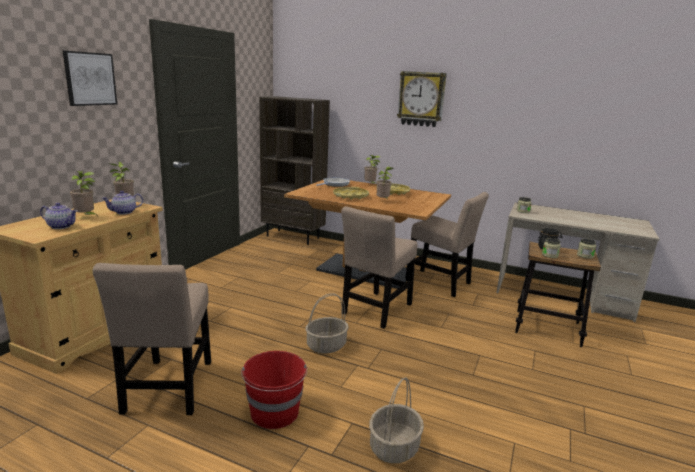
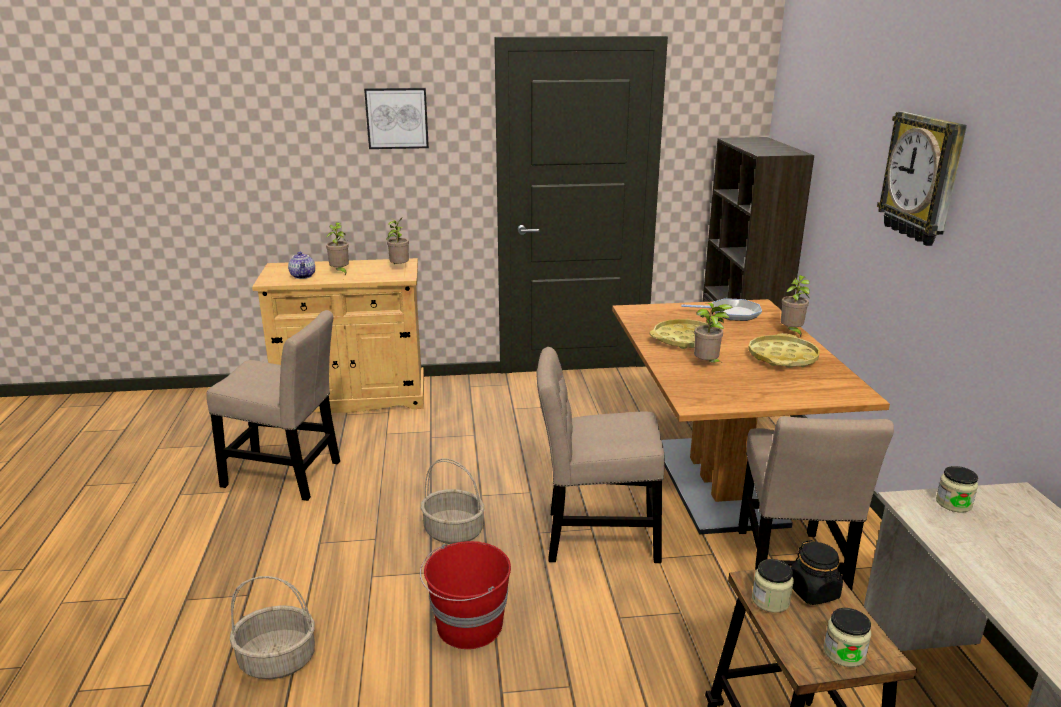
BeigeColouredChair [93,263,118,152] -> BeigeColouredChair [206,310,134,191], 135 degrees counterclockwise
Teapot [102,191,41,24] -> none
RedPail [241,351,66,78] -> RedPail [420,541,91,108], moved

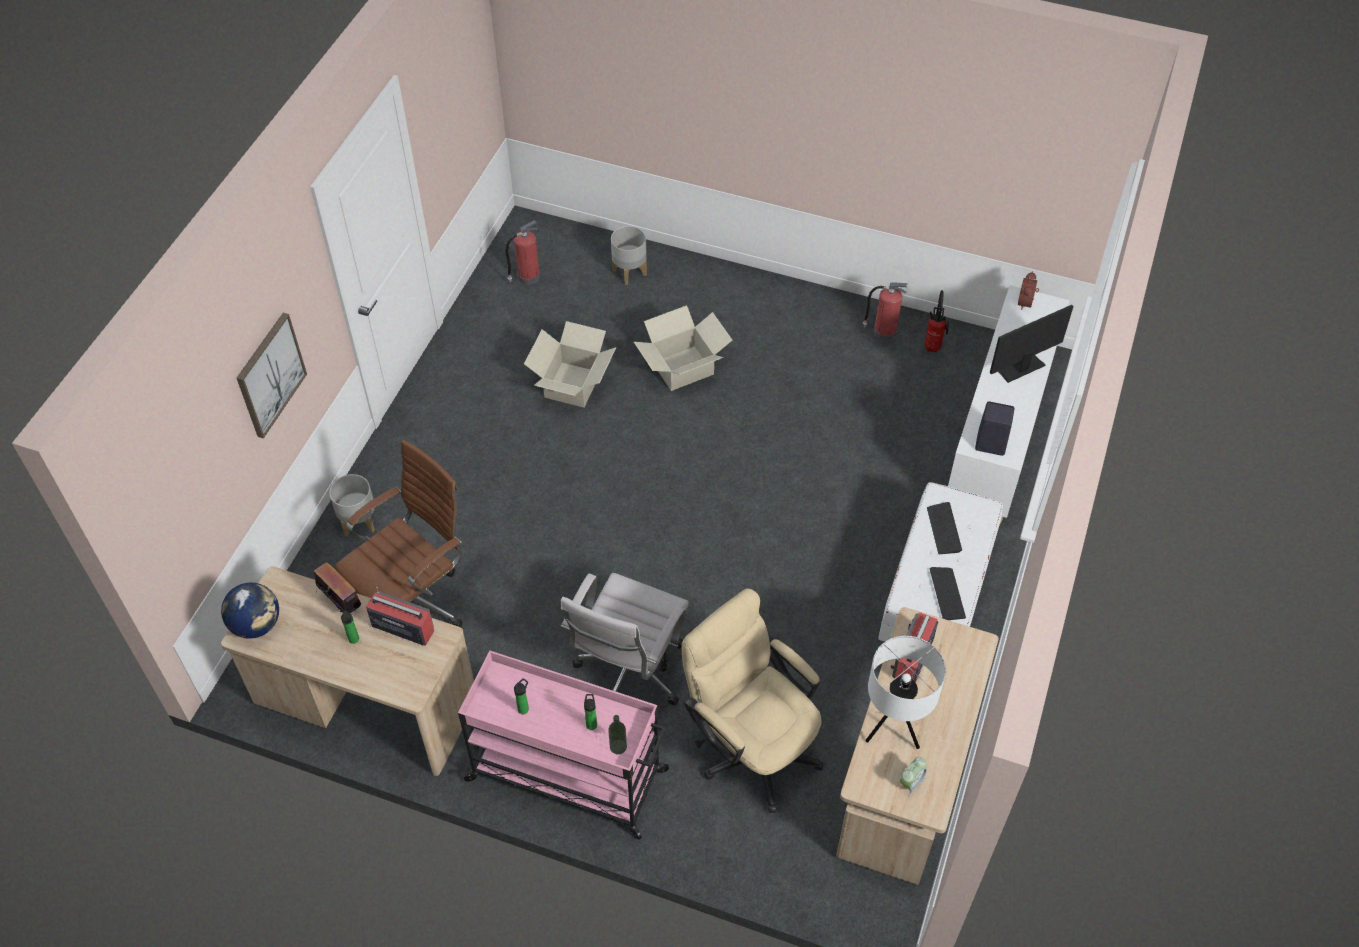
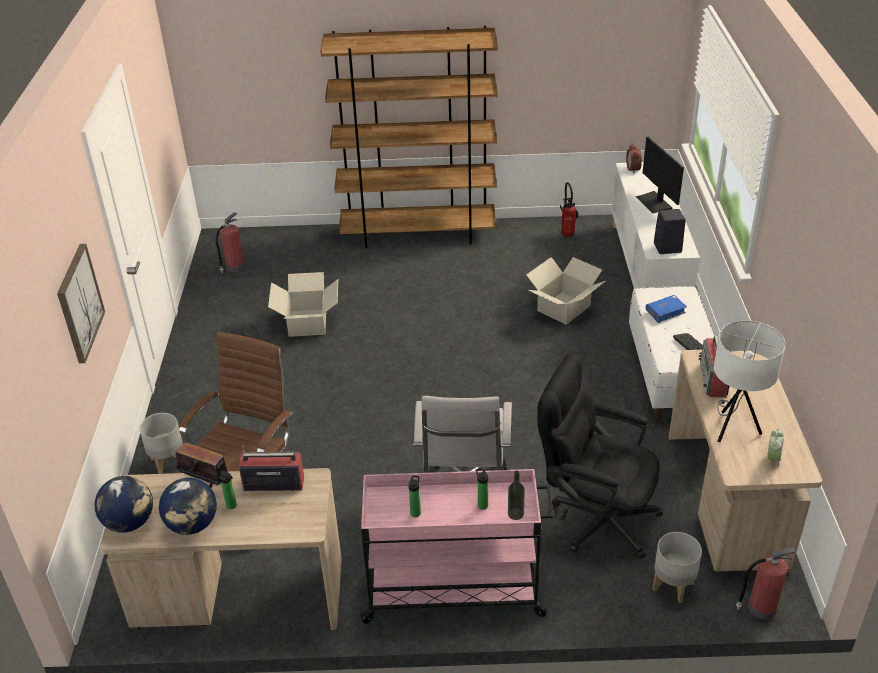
GreyishPlantPot [611,226,36,59] -> GreyishPlantPot [653,532,49,72], moved
CardboardBox [634,305,98,86] -> CardboardBox [526,257,79,68], moved
BeigeColouredComputerChair [682,588,141,225] -> BlackComputerChair [537,353,126,206]
FireExtinguisher [863,283,44,58] -> FireExtinguisher [736,547,59,73], moved
PcKeyboard [927,502,35,52] -> BluishBoundBook [646,295,41,28]
ComputerScreen [990,305,84,78] -> ComputerScreen [635,137,49,76], 60 degrees counterclockwise
none -> DeskGlobe [159,478,58,57]
none -> BrownColouredBookcase [320,26,178,222]

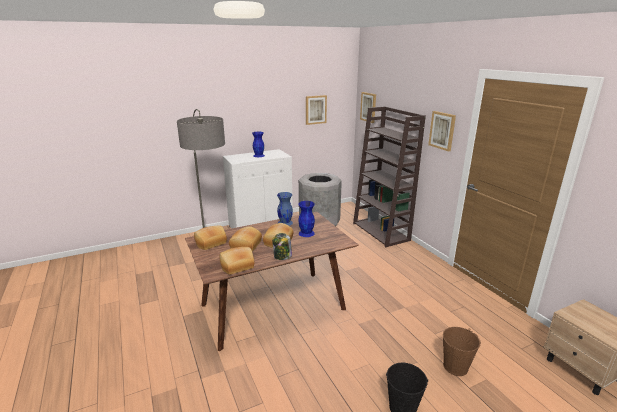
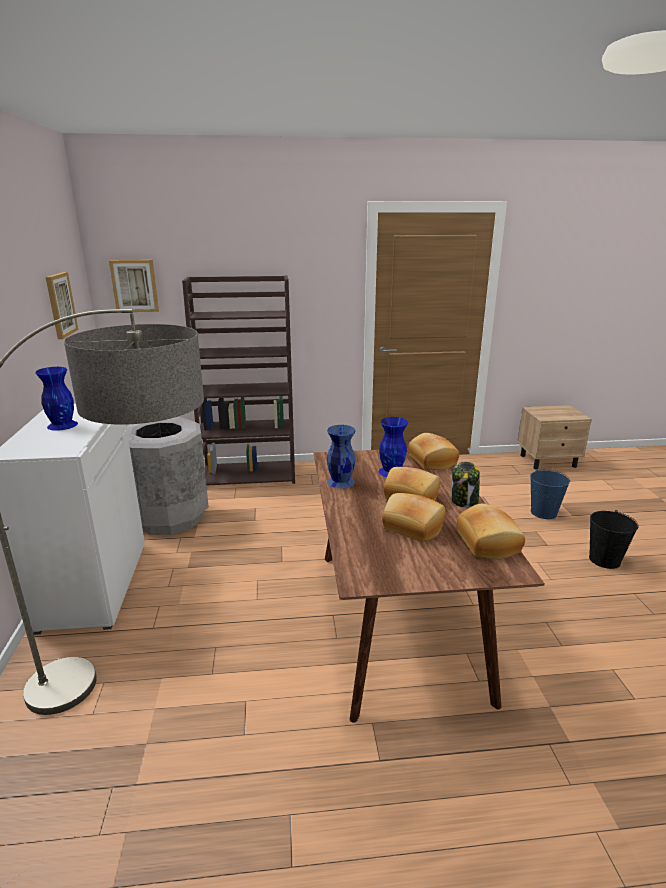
BakeryBread [194,226,33,24] -> BakeryBread [408,433,51,37], moved
Picture [428,111,28,40] -> none
BrownColouredPail [443,327,38,49] -> BluishPail [530,469,40,50]

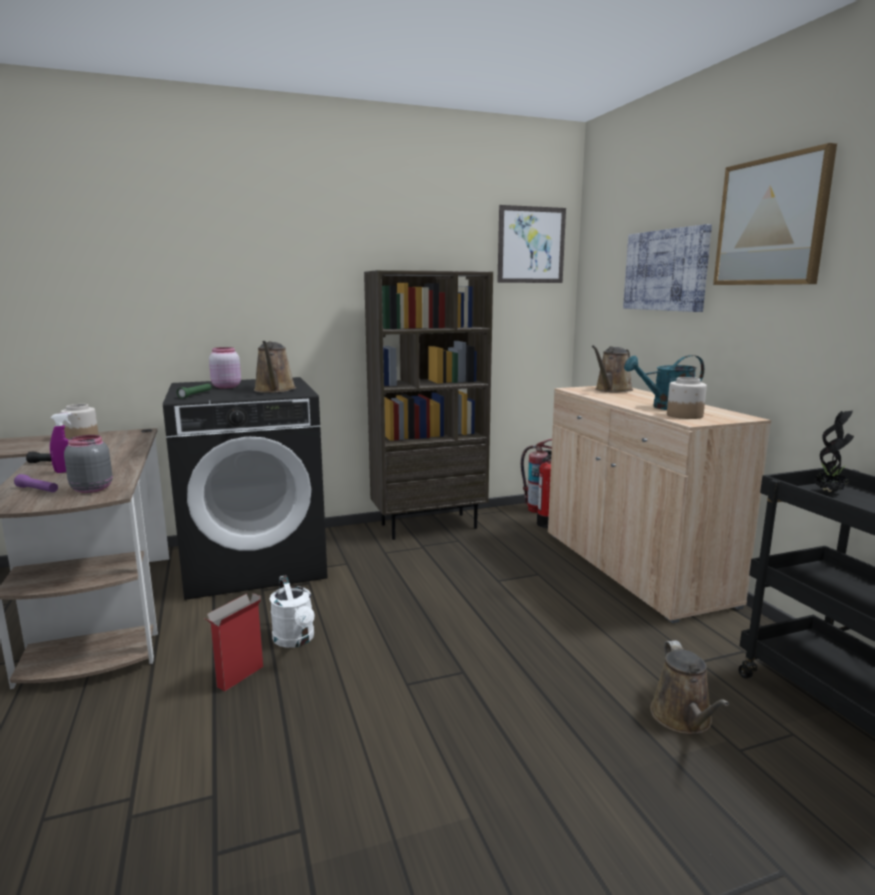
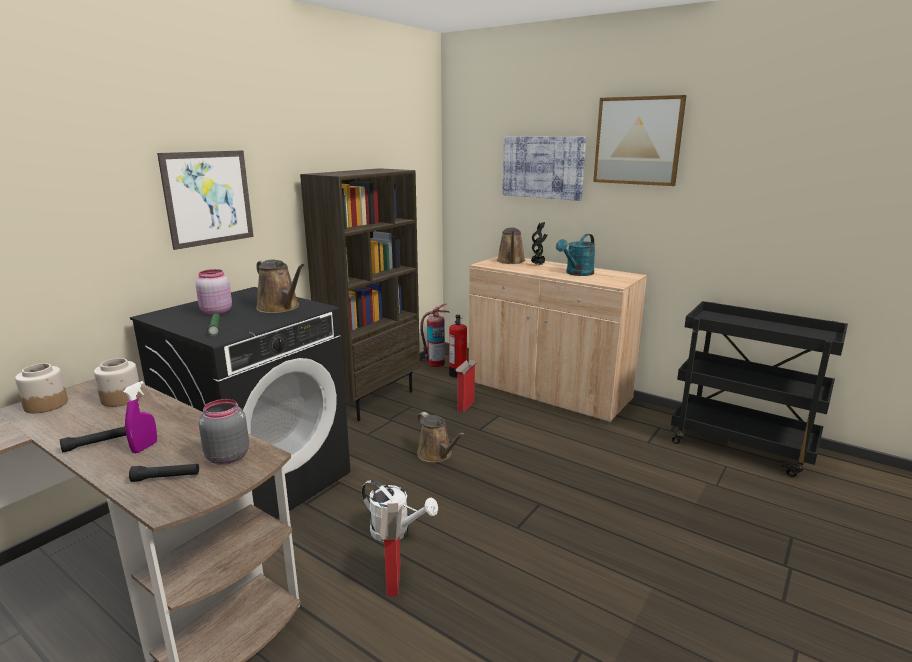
PurplishFlashlight [14,474,44,18] -> BlackFlashlight [129,464,70,18]
Picture [497,205,69,78] -> Picture [157,150,97,100], moved
BrownColouredWateringPot [650,640,79,94] -> BrownColouredWateringPot [417,412,48,51], moved
PreserveJar [667,377,40,42] -> PreserveJar [94,358,48,49], moved
PottedPlant [813,411,41,82] -> PottedPlant [531,222,17,44], moved
none -> CardboardBox [455,360,22,52]

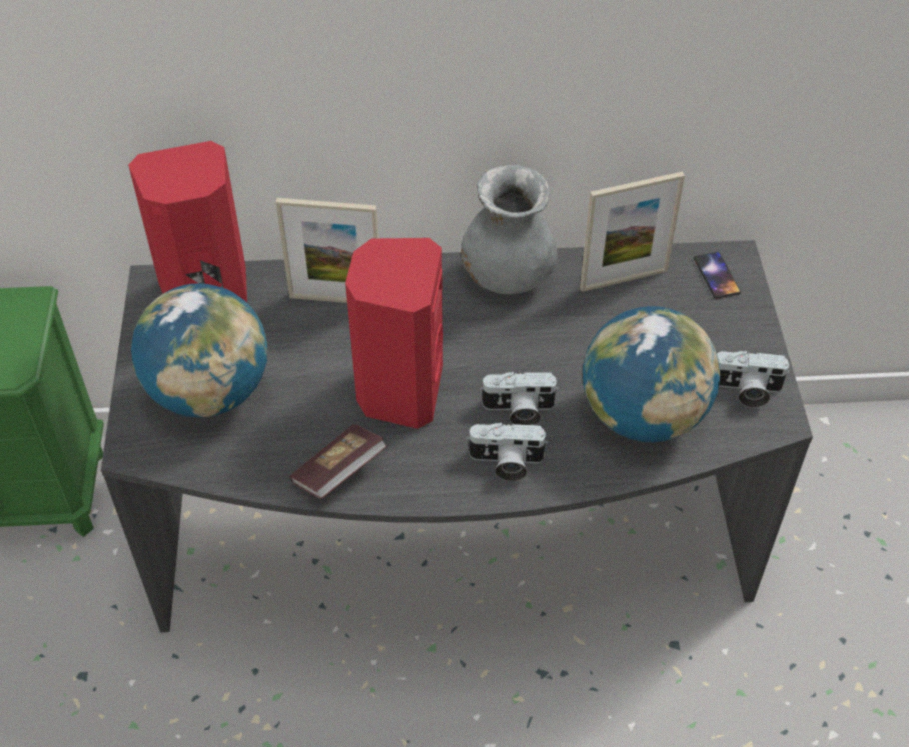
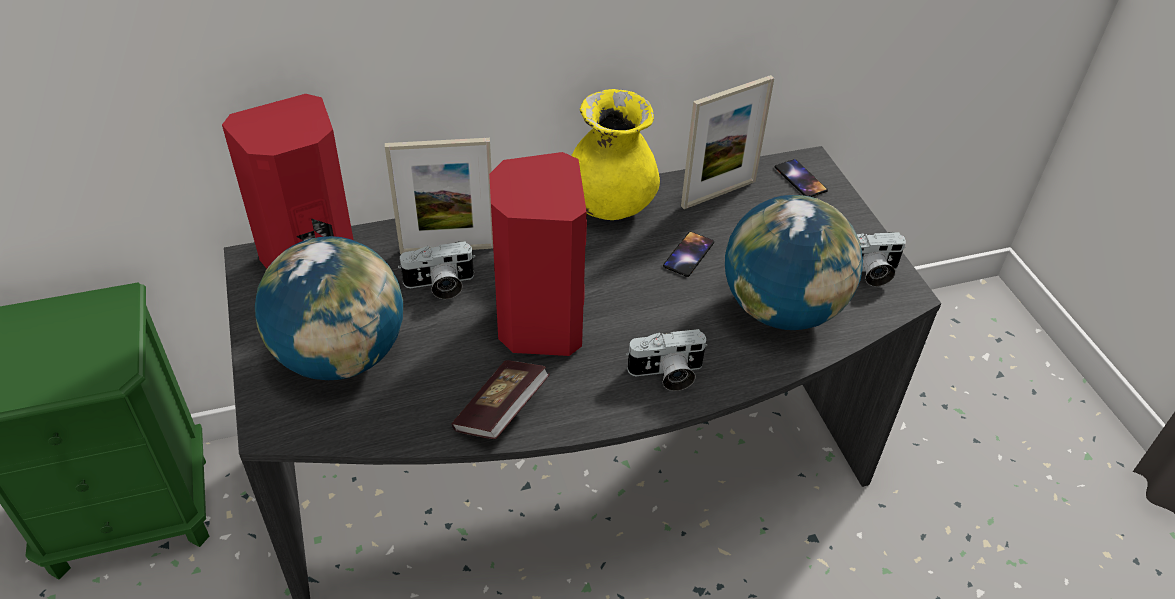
GreyishFlowerVase [461,165,97,129] -> YellowishFlowerVase [571,89,89,131]
PhotoCamera [480,371,79,54] -> PhotoCamera [398,241,77,58], moved
none -> Telephone [663,231,51,46]

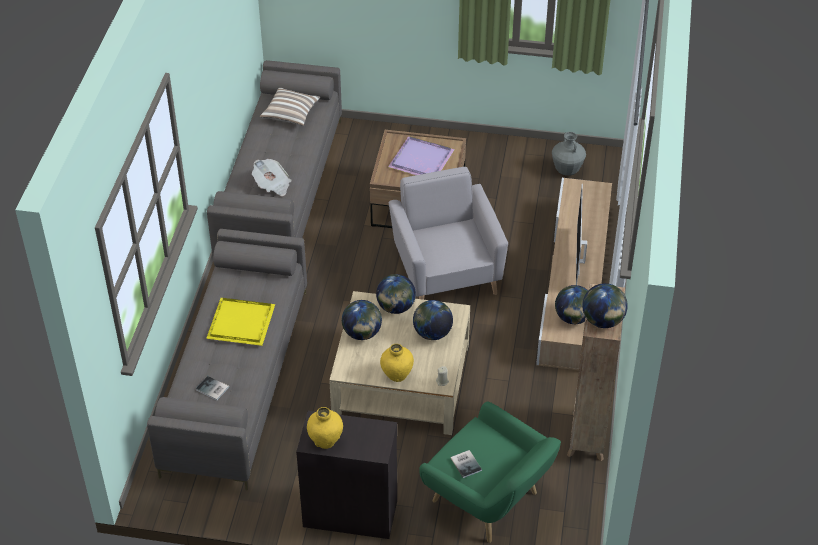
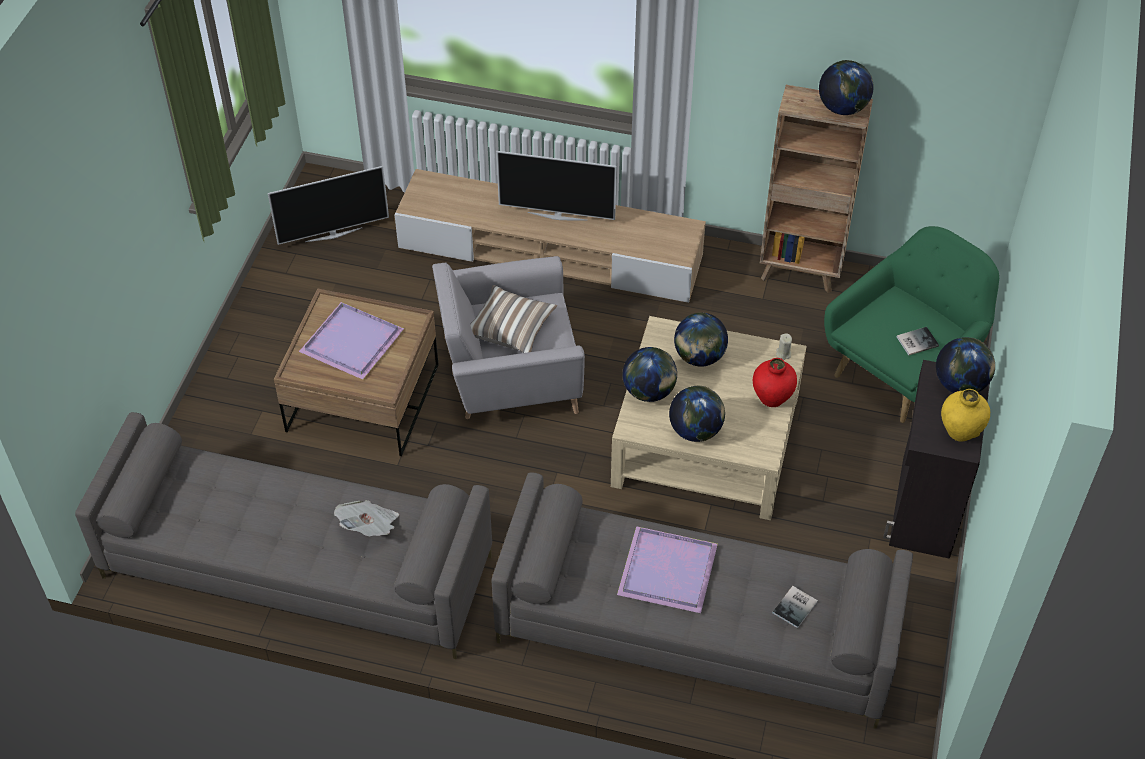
YellowishCarryingTray [206,298,69,48] -> PurplishCarryingTray [617,526,101,87]
ThrowPillow [260,88,61,38] -> ThrowPillow [470,285,87,68], moved
YellowishFlowerVase [380,344,34,38] -> RedFlowerVase [753,358,44,49]
GreyishFlowerVase [552,132,34,44] -> Television [268,166,121,79]
DeskGlobe [555,285,33,39] -> DeskGlobe [936,337,59,56], moved

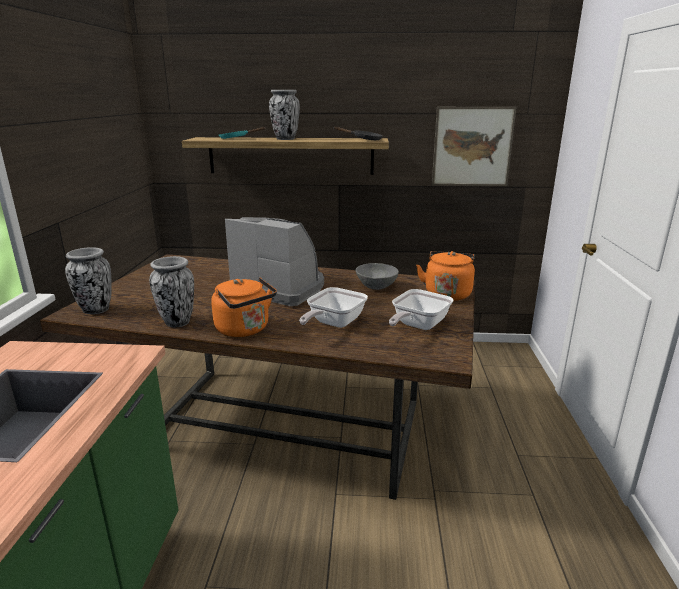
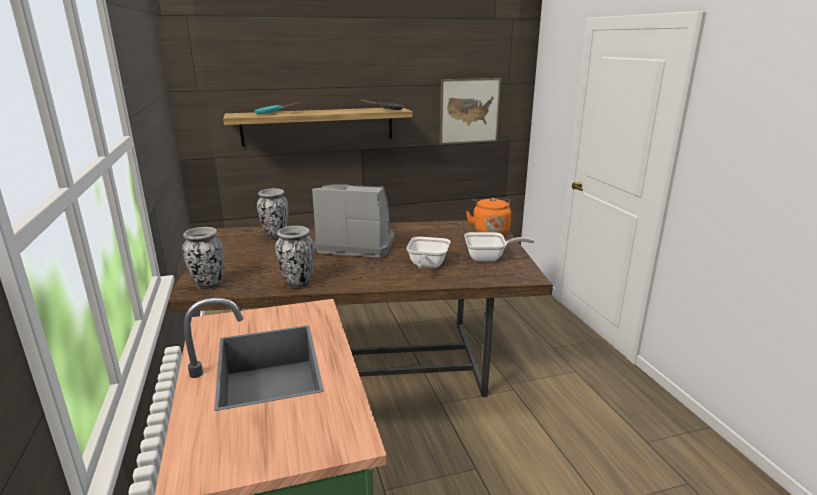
OrangeWaterKettle [211,277,66,60] -> none
FlowerVase [269,90,31,50] -> FlowerVase [257,188,31,50], moved
GreyishDeepDish [356,263,43,27] -> none
FryingPan [389,289,64,41] -> FryingPan [464,232,70,29], 105 degrees counterclockwise

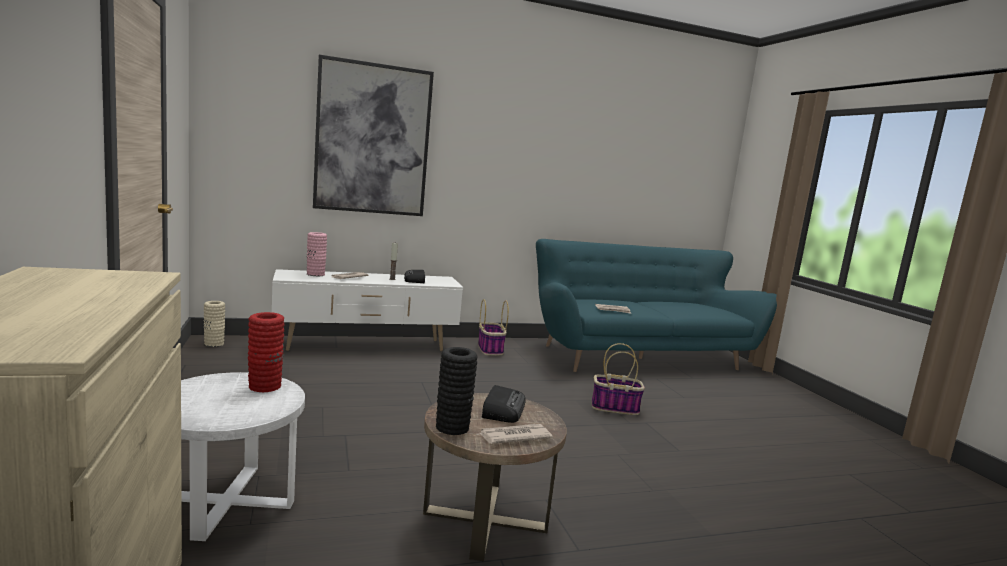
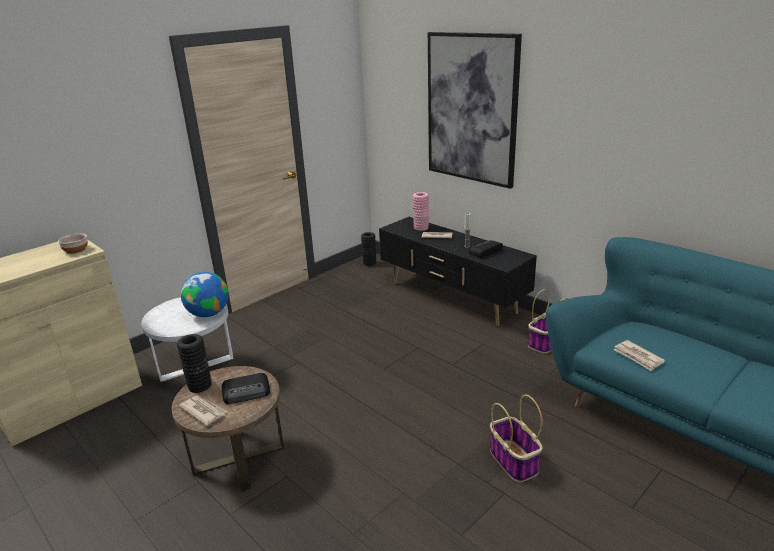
BeigeColouredFlowerVase [204,301,21,46] -> BlackFlowerVase [361,232,15,34]
RedFlowerVase [248,312,37,80] -> DeskGlobe [181,272,47,45]
WhitishTvUnit [272,269,191,82] -> BlackTvUnit [379,217,158,110]
none -> DeepDish [58,233,30,21]

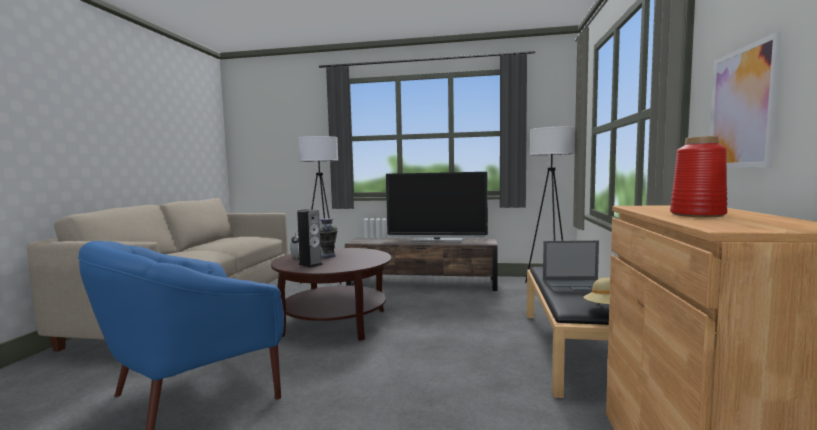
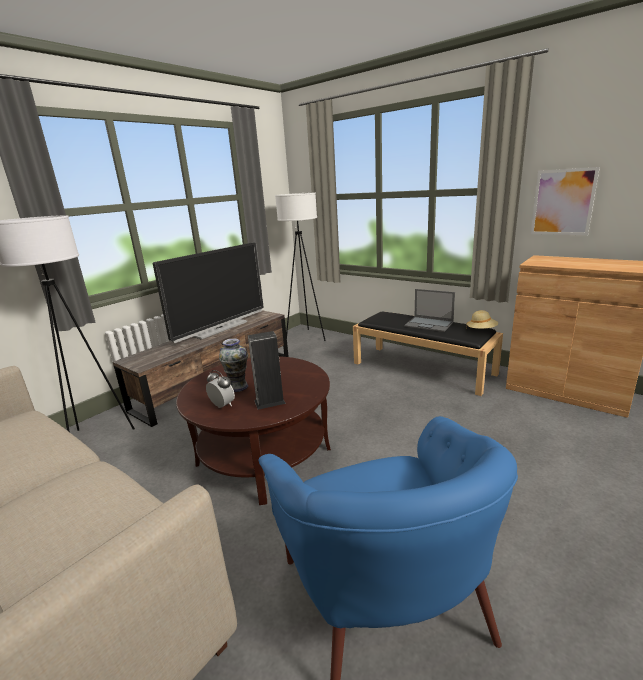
Laptop [543,240,56,53] -> Laptop [404,289,51,43], 90 degrees clockwise
RedFlowerVase [670,136,57,81] -> none

